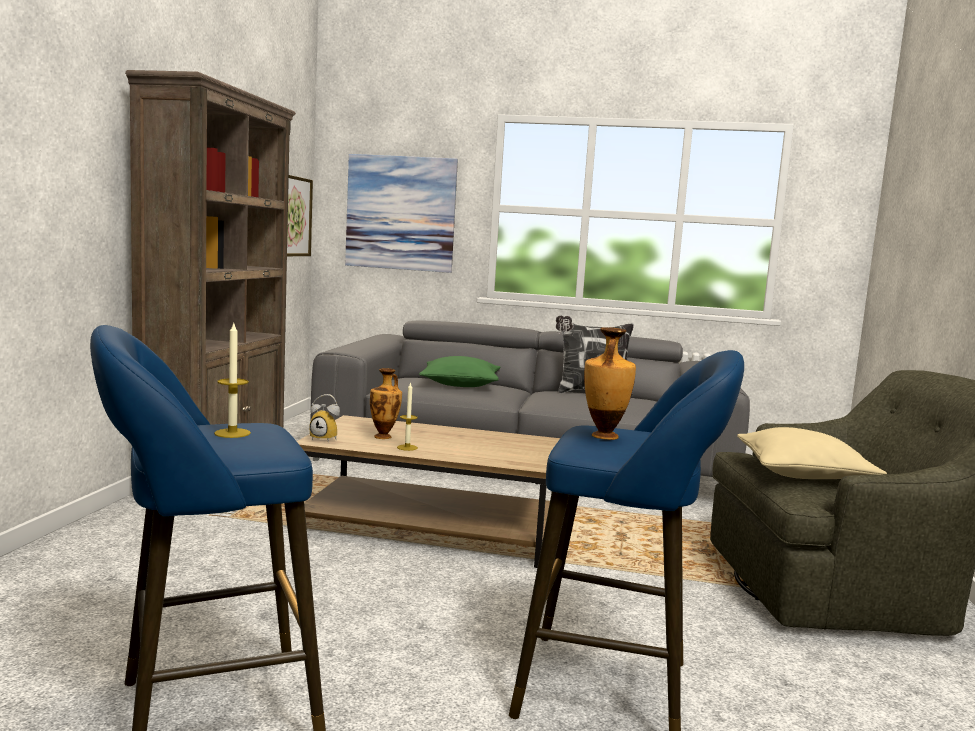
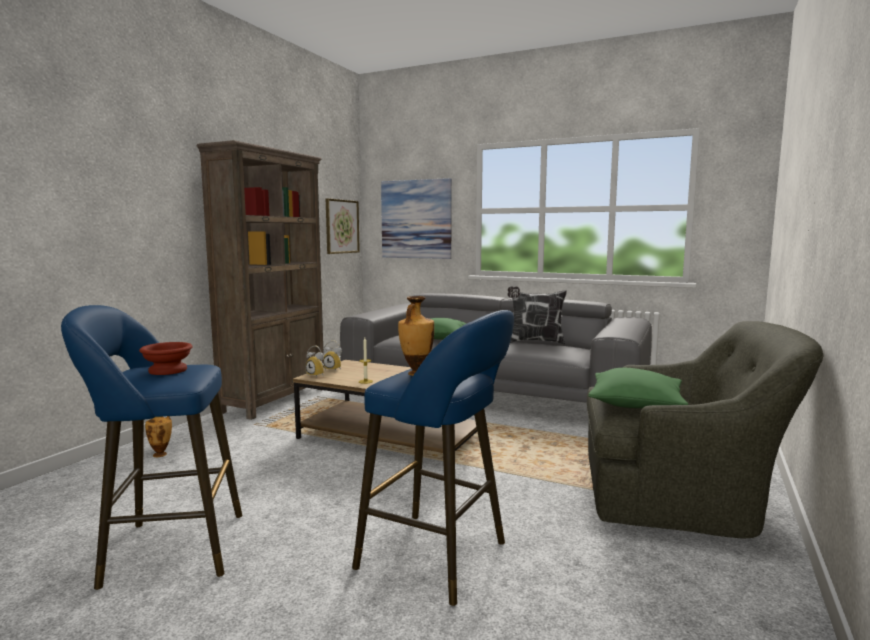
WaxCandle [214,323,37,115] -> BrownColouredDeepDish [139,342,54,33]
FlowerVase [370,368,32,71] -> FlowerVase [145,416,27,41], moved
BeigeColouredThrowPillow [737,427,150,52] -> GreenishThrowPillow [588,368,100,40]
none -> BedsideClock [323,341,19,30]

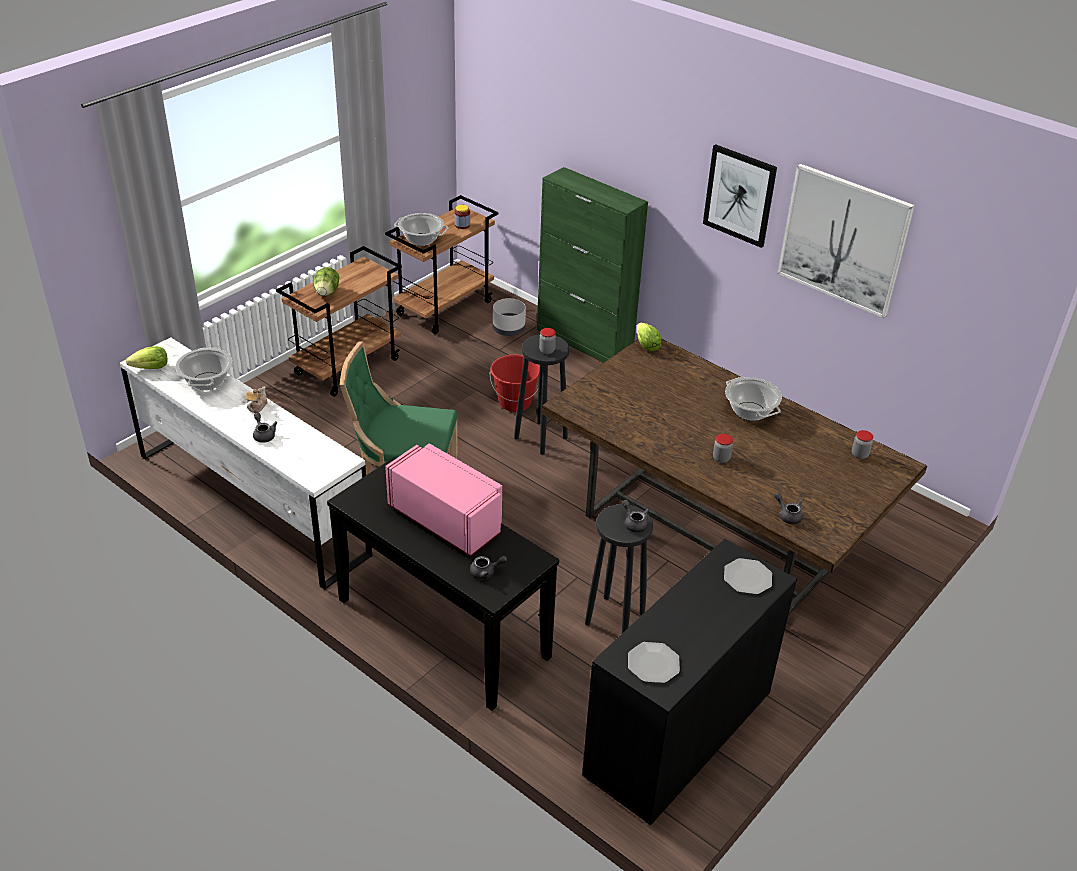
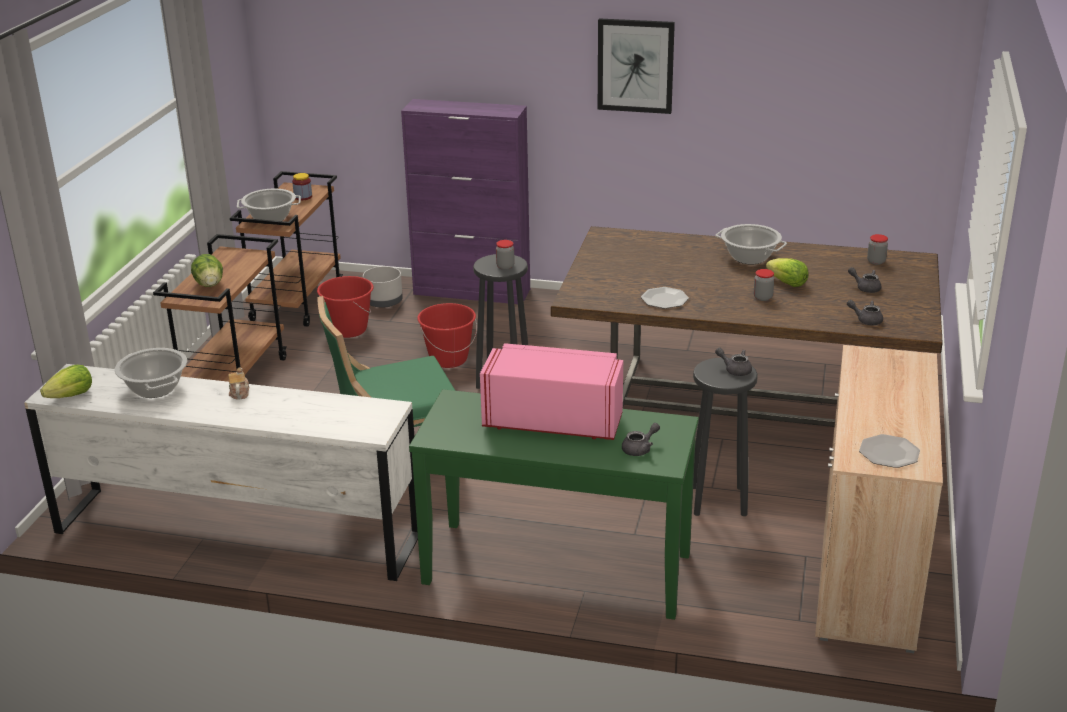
GreyishTeapot [253,413,24,30] -> GreyishTeapot [848,267,33,26], moved
BlackHallTable [327,457,232,254] -> GreenishHallTable [409,389,290,231]
GreenishCabinet [537,167,111,196] -> PurplishCabinet [401,99,129,205]
BlackCabinet [582,539,215,287] -> BeigeColouredCabinet [815,345,128,308]
Lettuce [637,322,24,29] -> Lettuce [766,258,42,29], moved
DinnerPlate [724,558,48,36] -> DinnerPlate [641,287,48,22], moved
Picture [777,164,138,154] -> none
none -> RedPail [317,276,57,62]

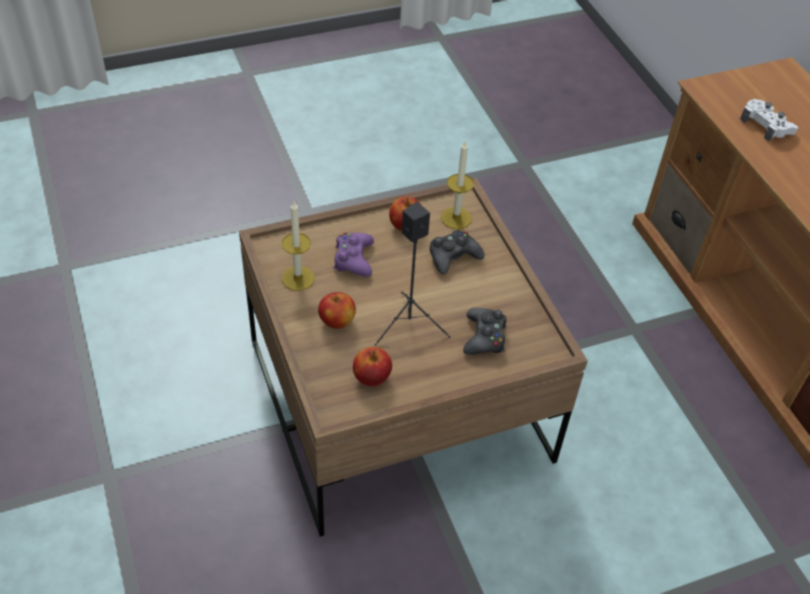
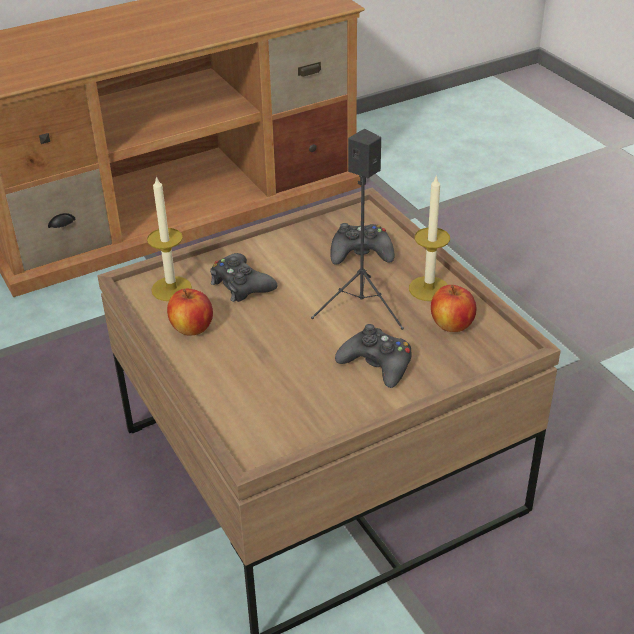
WaxCandle [282,201,33,90] -> WaxCandle [409,174,41,127], moved
Apple [318,292,38,37] -> BlackJoypad [335,324,77,64]
PurplishJoypad [333,233,41,44] -> none
WhitishJoypad [740,99,58,43] -> none

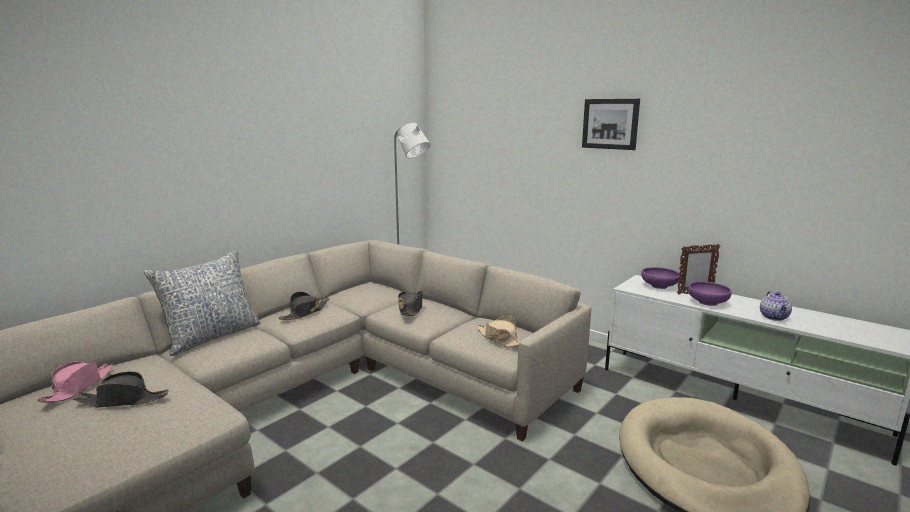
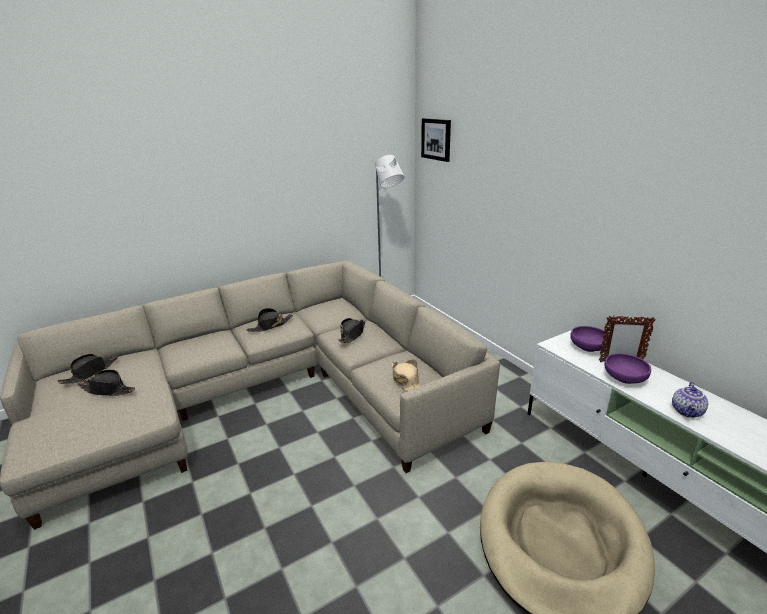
PinkColouredClothingHat [36,361,77,42] -> BlackClothingHat [58,354,60,30]
ThrowPillow [143,250,118,106] -> none
Picture [582,99,58,51] -> Picture [421,118,30,44], moved

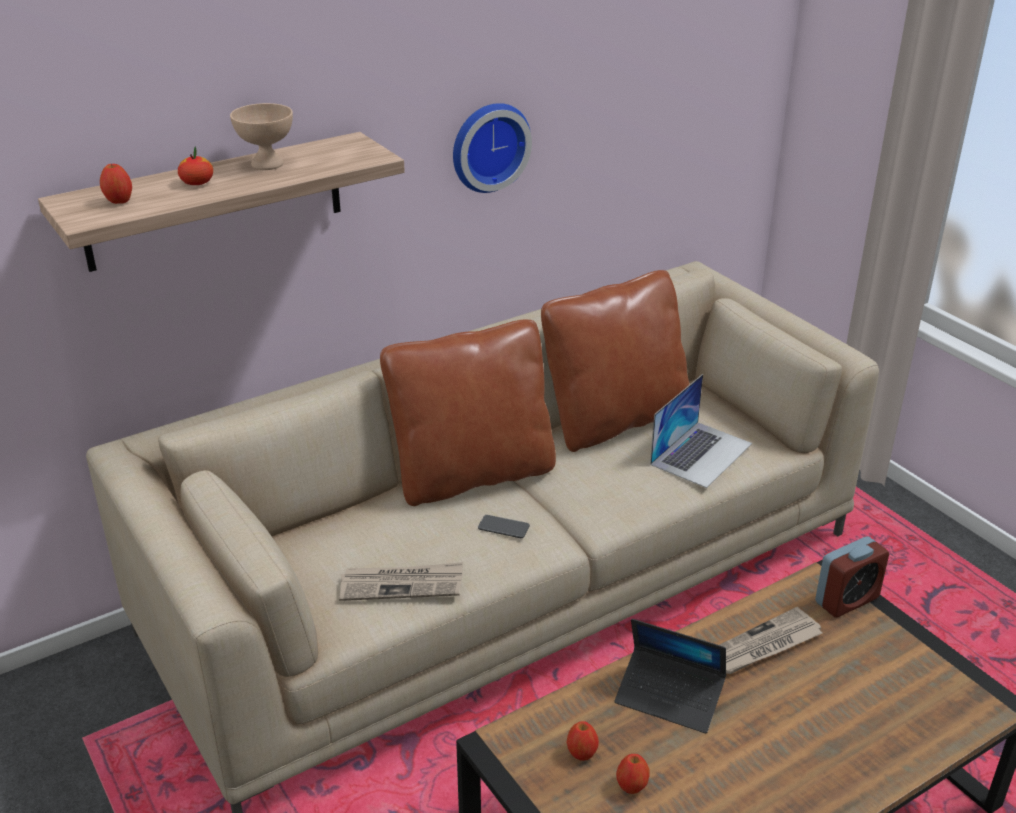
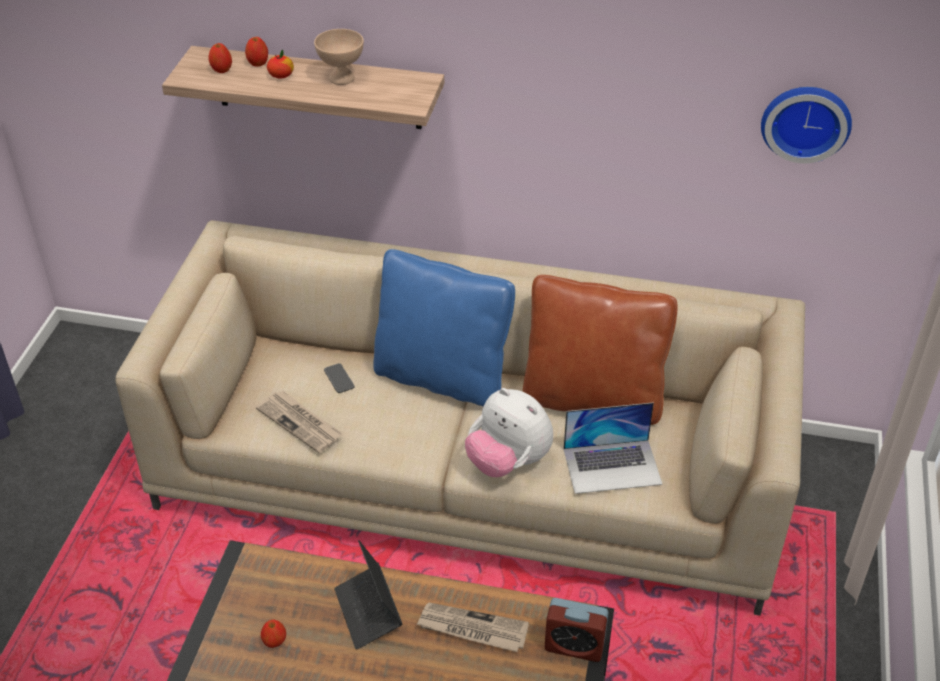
BrownColouredThrowPillow [380,319,176,187] -> BluishThrowPillow [373,249,142,158]
HangingClock [453,103,79,90] -> HangingClock [761,87,91,76], moved
Telephone [478,515,52,23] -> Telephone [324,363,31,30], moved
Apple [566,721,33,40] -> Apple [245,37,23,30], moved
none -> SoftToy [465,388,88,89]

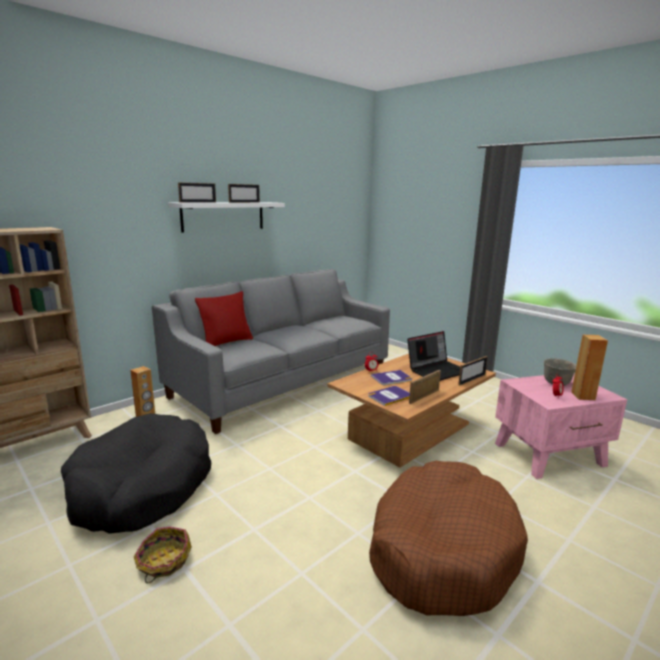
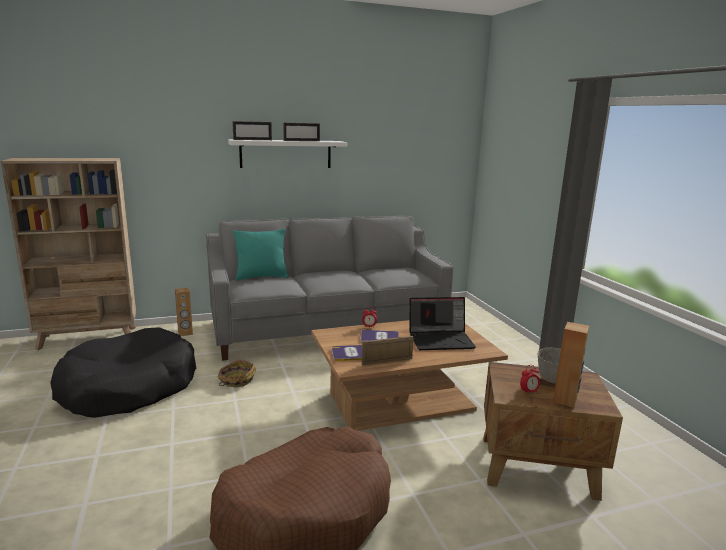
StorageBasket [134,527,58,56] -> StorageBasket [218,360,38,27], moved
RedThrowPillow [195,291,58,55] -> BlueGreenThrowPillow [233,229,55,52]
StandingFrame [458,356,30,29] -> none
PinkColouredEndTable [495,374,132,105] -> BrownColouredEndTable [483,362,140,139]

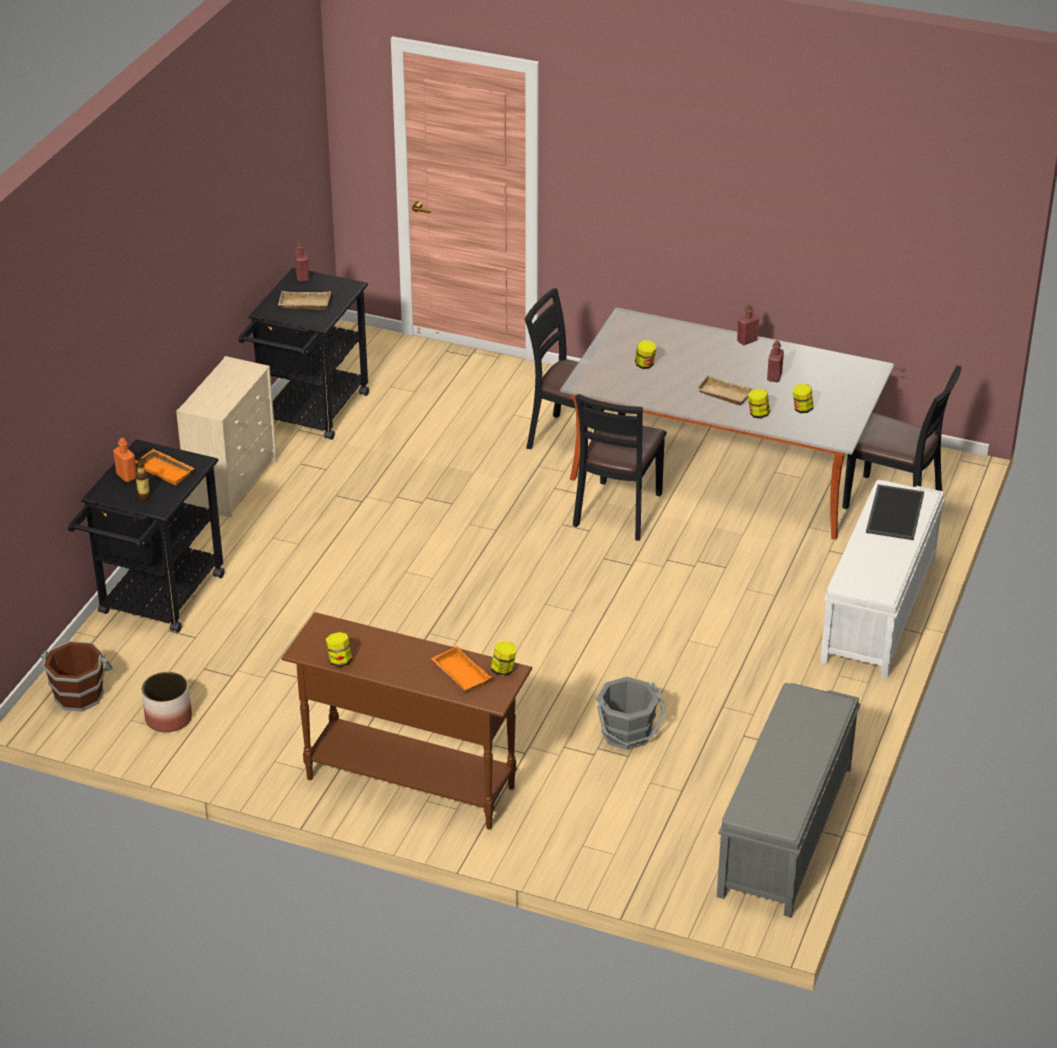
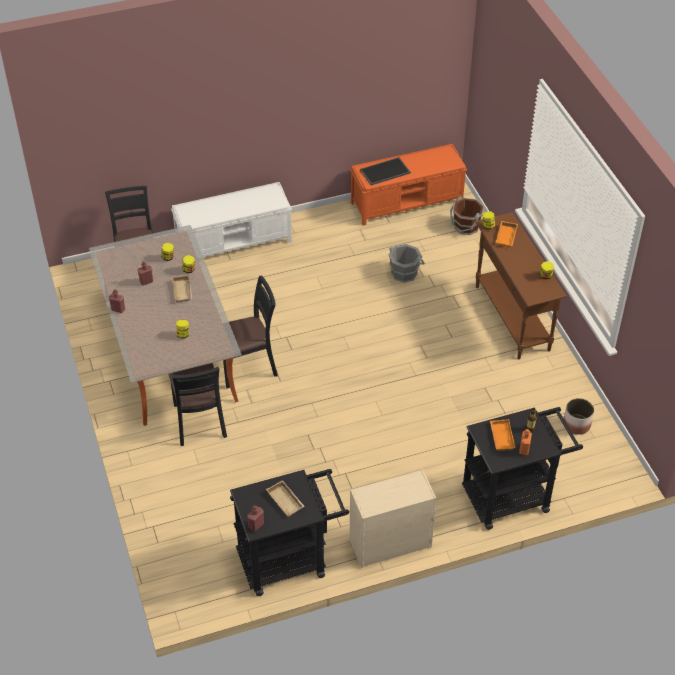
BrownColouredPail [41,641,72,71] -> BrownColouredPail [450,197,34,38], moved
GreyishIndoorBench [717,683,143,234] -> OrangeIndoorBench [350,144,117,81]
CarryingTray [866,484,58,56] -> CarryingTray [360,157,51,28], moved

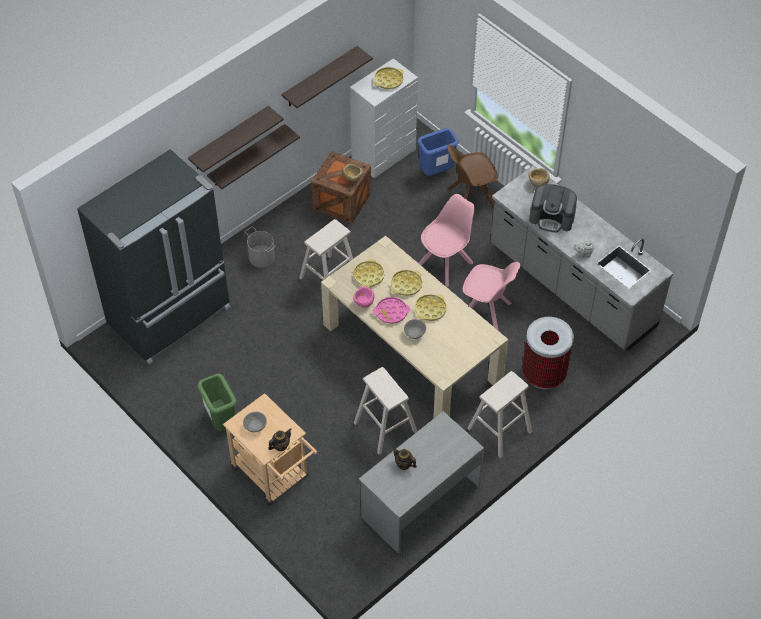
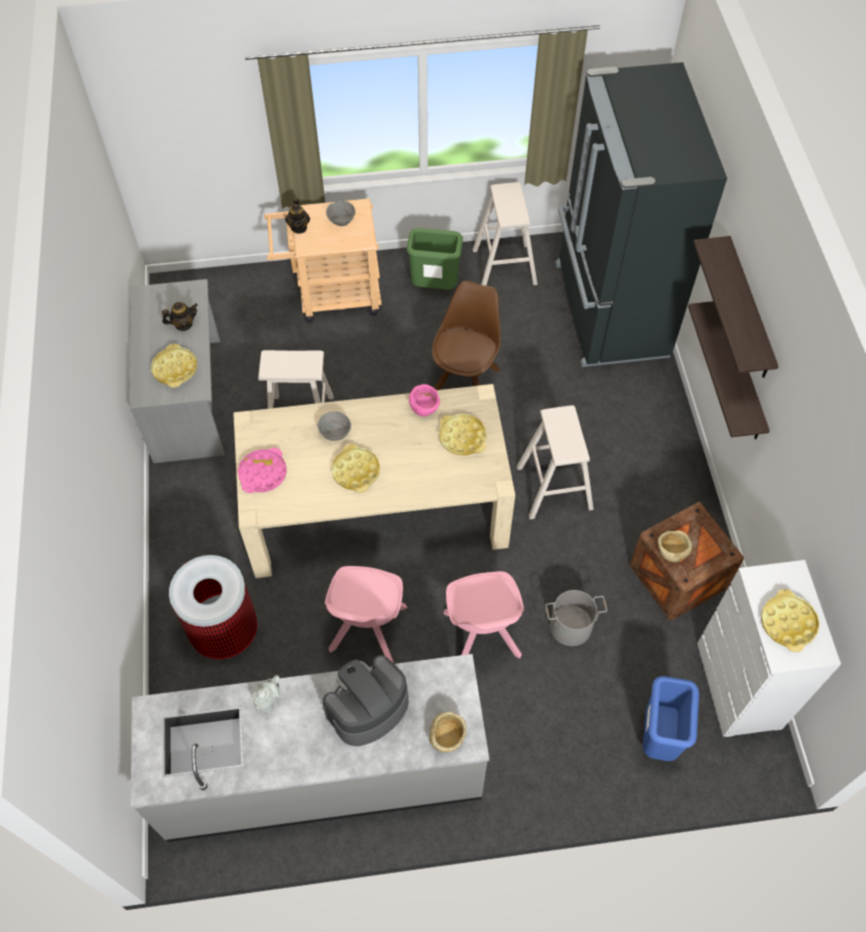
GreyishPail [244,226,32,42] -> GreyishPail [545,590,62,56], moved
BracketShelf [282,46,91,62] -> none
PinkColouredCarryingTray [373,297,37,27] -> PinkColouredCarryingTray [238,448,49,45], moved
YellowishCarryingTray [391,270,31,26] -> YellowishCarryingTray [151,344,46,44], moved
BrownColouredChair [447,145,51,63] -> BrownColouredChair [432,281,69,109], moved
PinkColouredChair [463,262,57,68] -> PinkColouredChair [325,566,82,97], 45 degrees counterclockwise
BeigeColouredSittingStool [467,371,65,87] -> BeigeColouredSittingStool [473,182,65,104], moved

